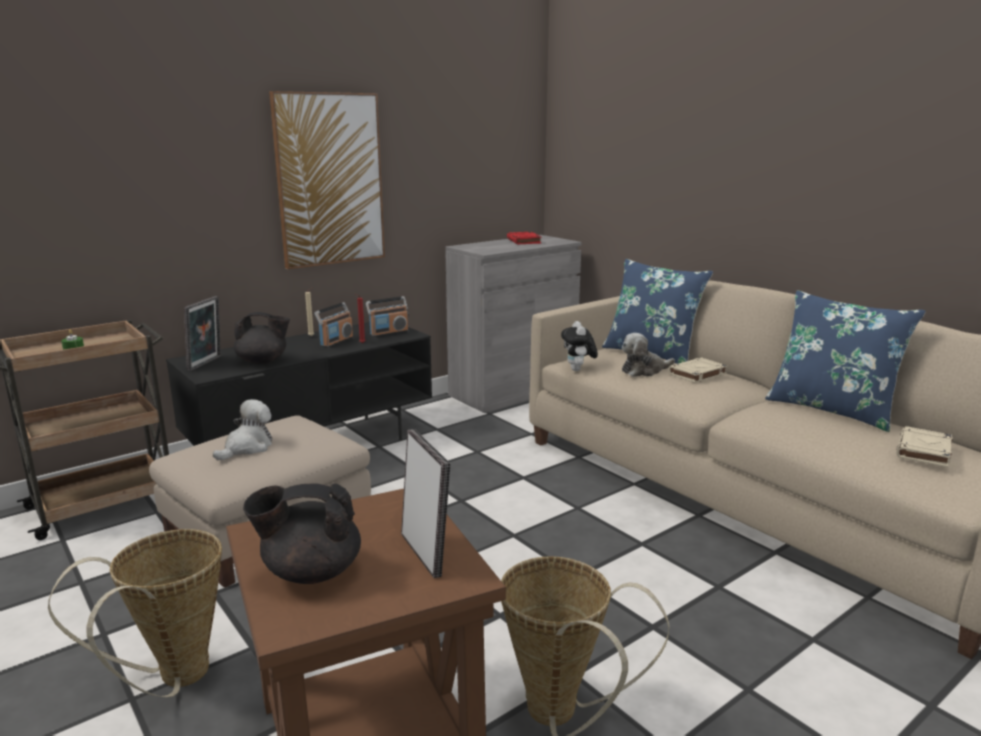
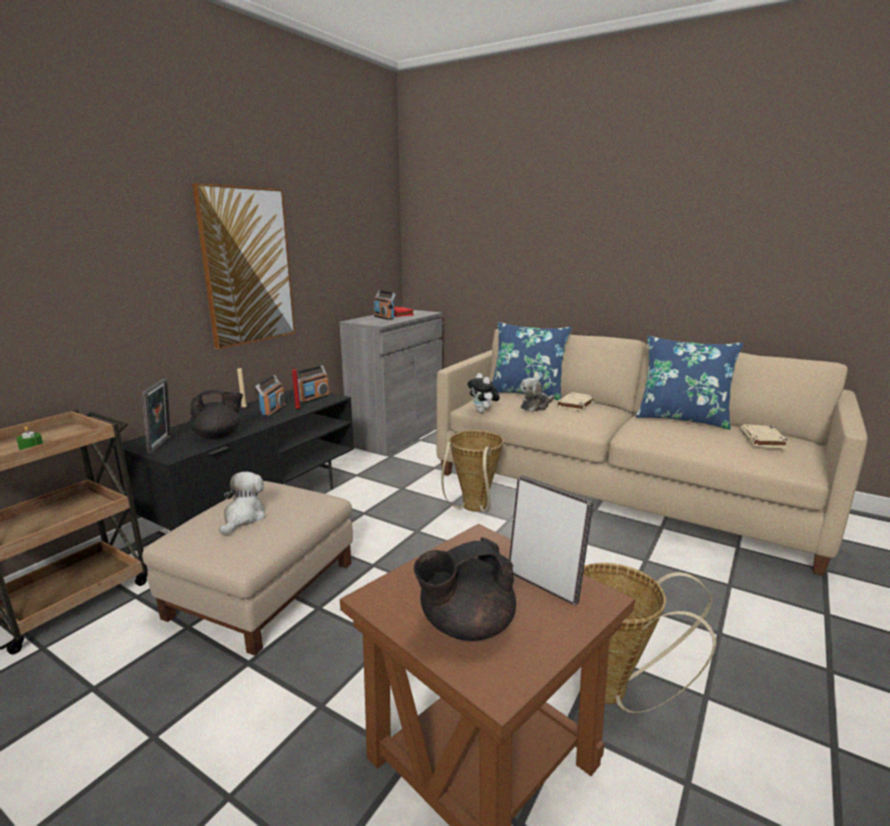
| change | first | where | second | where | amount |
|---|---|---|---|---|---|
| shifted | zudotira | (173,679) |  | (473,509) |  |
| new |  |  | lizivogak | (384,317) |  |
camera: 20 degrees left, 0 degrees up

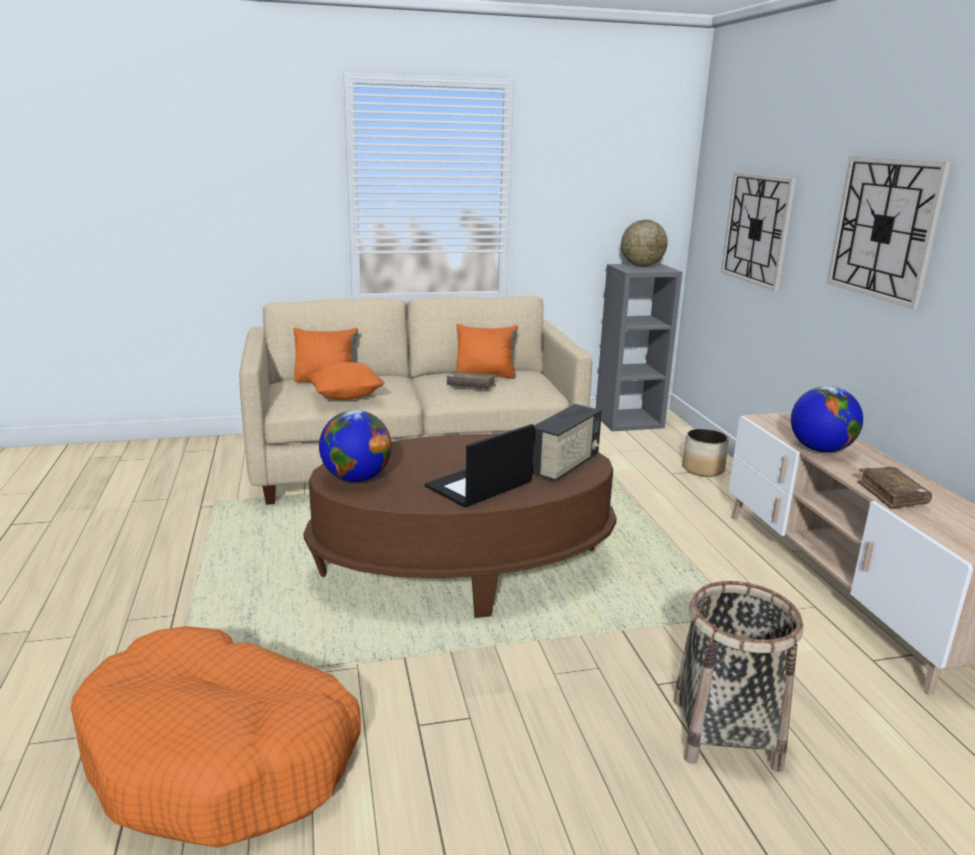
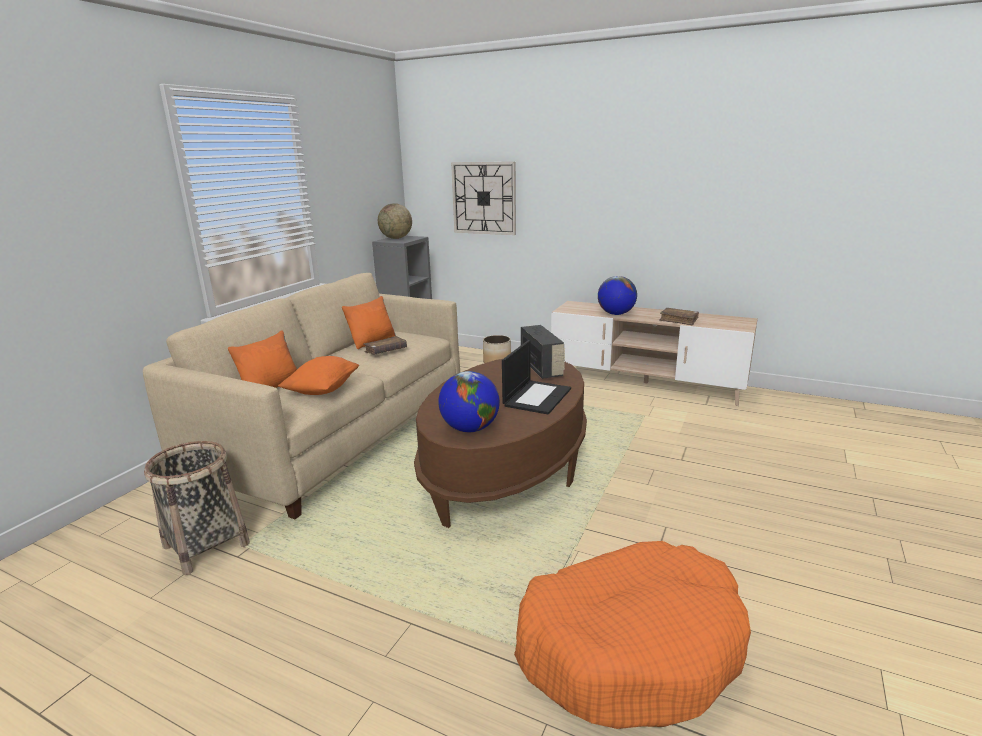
| change | first | where | second | where | amount |
|---|---|---|---|---|---|
| rotated | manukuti | (478,486) |  | (537,397) | 150 degrees counterclockwise |
| shifted | zudotira | (725,733) |  | (206,545) |  |
| gone | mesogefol | (884,229) |  |  |  |
camera: 50 degrees left, 0 degrees up

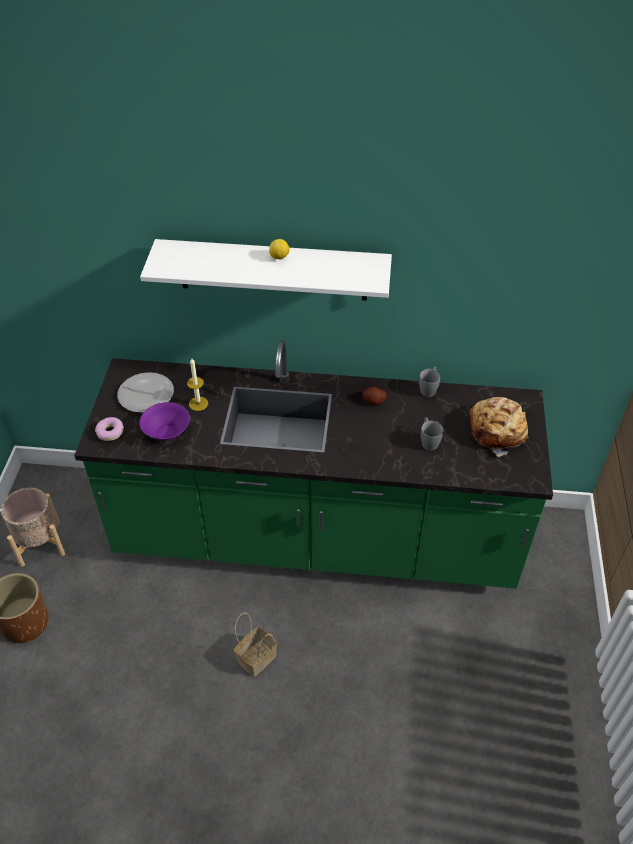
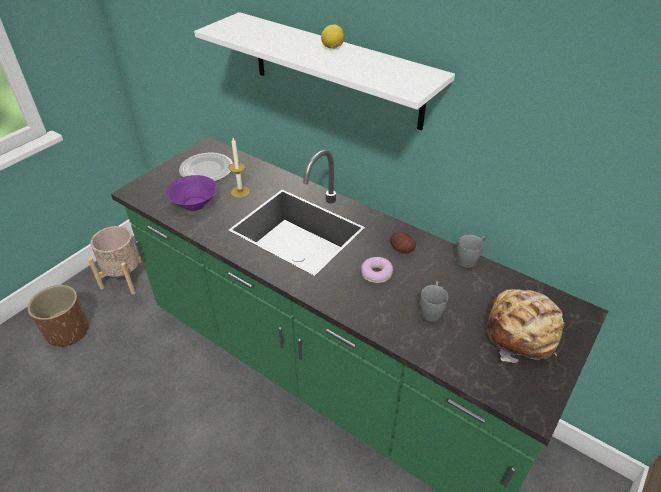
| change | first | where | second | where | amount |
|---|---|---|---|---|---|
| shifted | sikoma | (110,432) |  | (376,274) |  |
| gone | zudotira | (257,657) |  |  |  |
camera: 30 degrees right, 5 degrees down

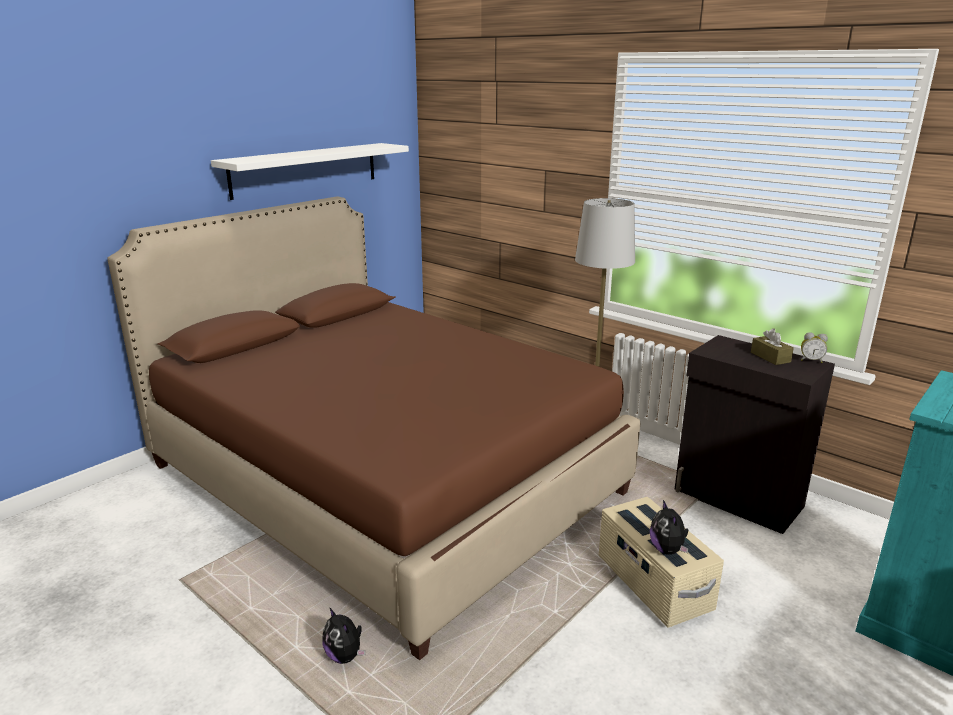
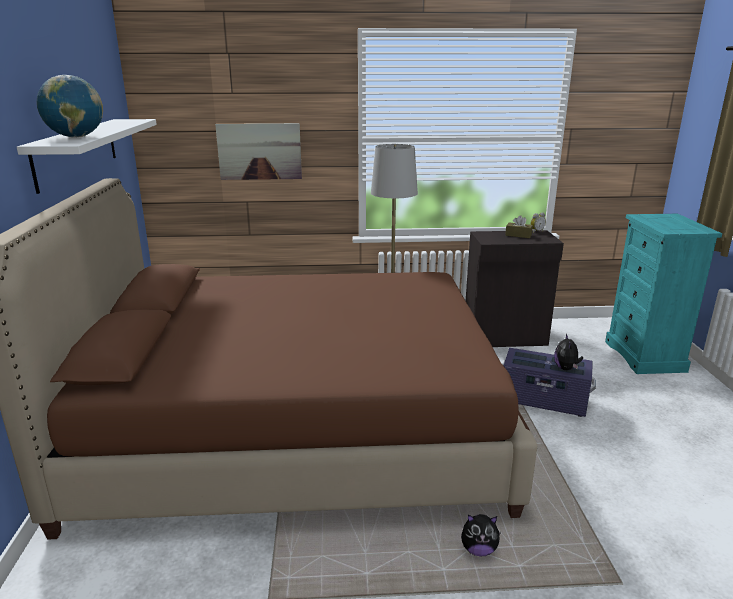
| change | first | where | second | where | amount |
|---|---|---|---|---|---|
| repainted | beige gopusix | (653,584) | purple gopusix | (543,400) |  |
| rotated | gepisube | (667,550) |  | (566,368) | 60 degrees clockwise |
| new |  |  | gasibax | (76,137) |  |
| new |  |  | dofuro | (259,151) |  |
camera: 45 degrees left, 0 degrees up

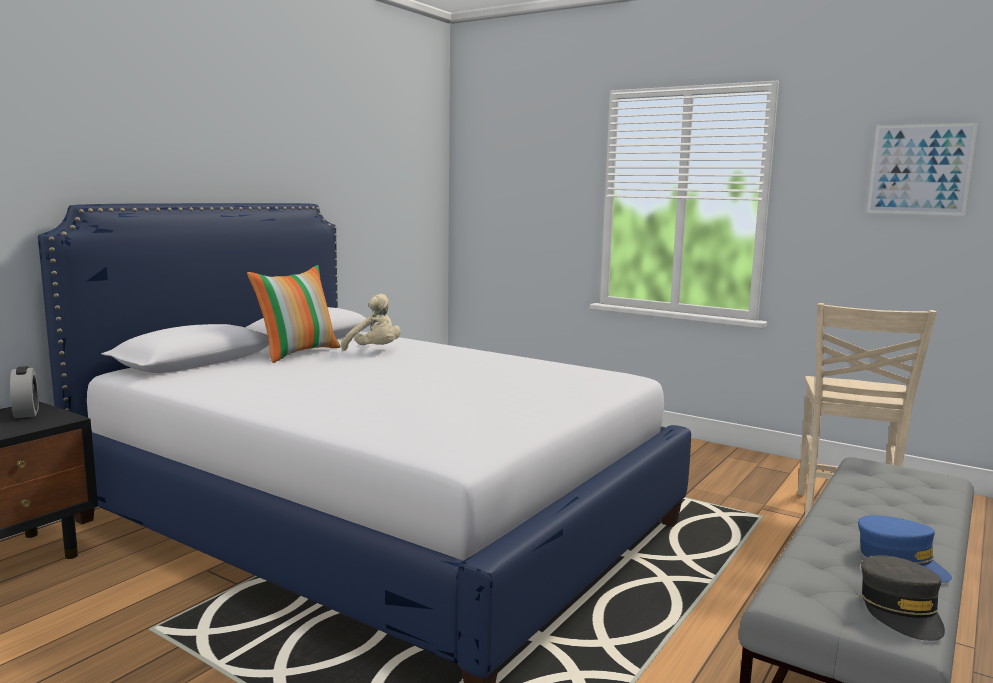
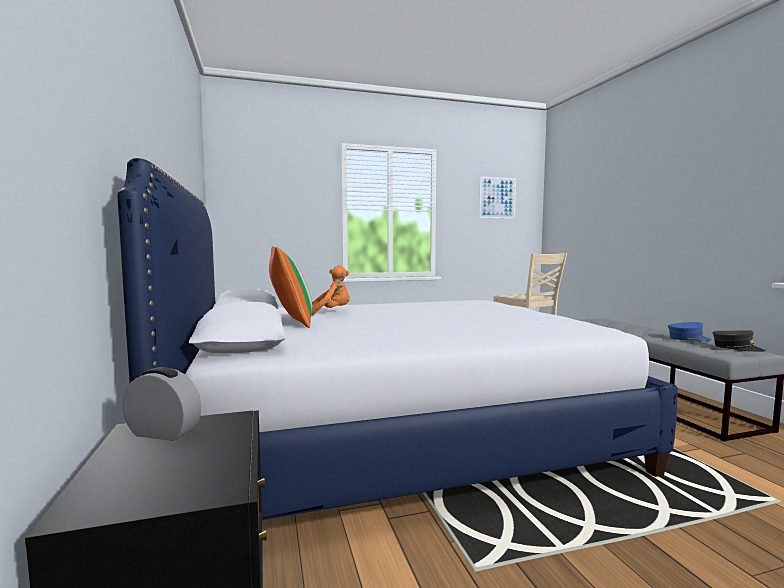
| change | first | where | second | where | amount |
|---|---|---|---|---|---|
| repainted | beige gepisube | (375,351) | orange gepisube | (331,312) |  |
camera: 50 degrees left, 5 degrees down

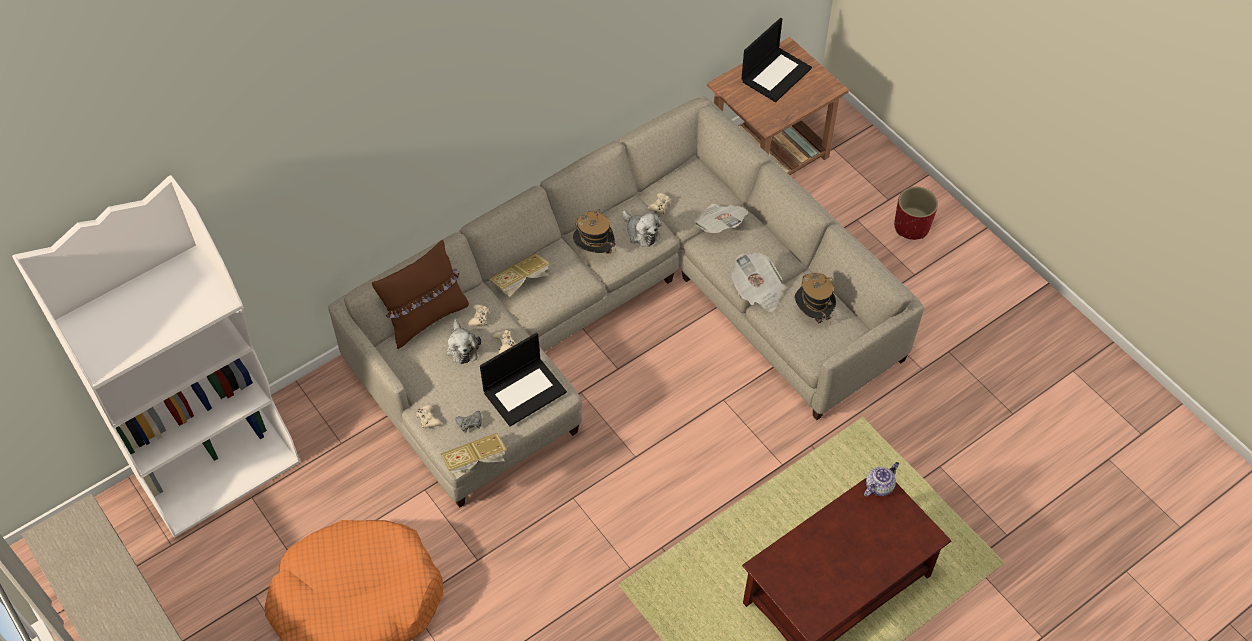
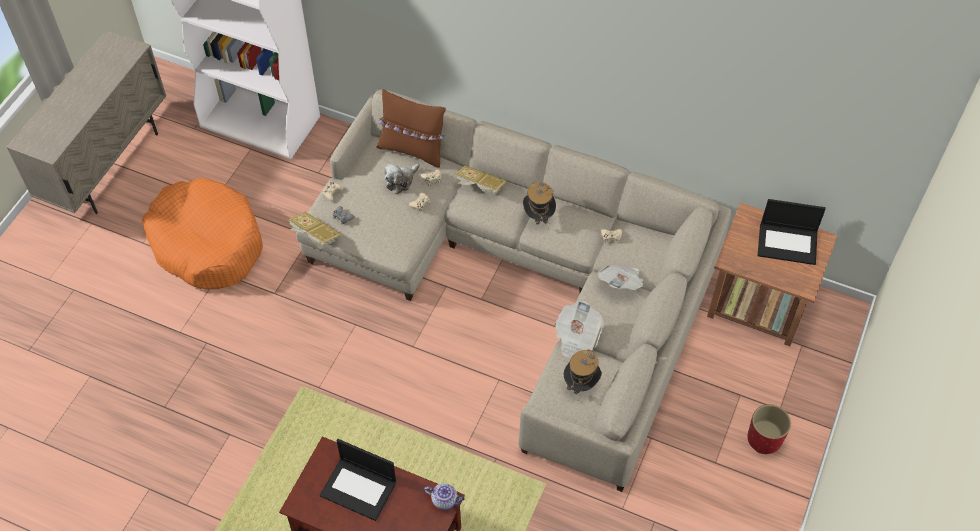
| change | first | where | second | where | amount |
|---|---|---|---|---|---|
| shifted | manukuti | (525,391) |  | (359,488) |  |
| gone | gepisube | (641,232) |  |  |  |
camera: 60 degrees right, 0 degrees up

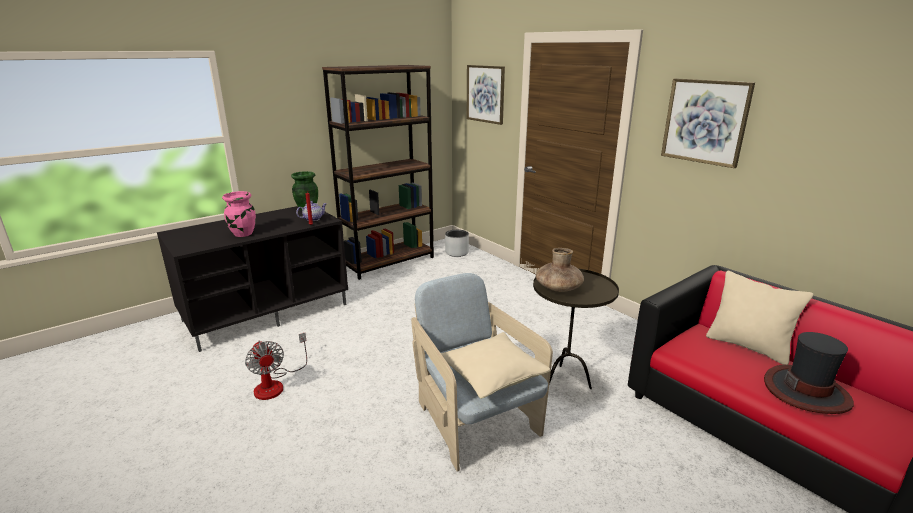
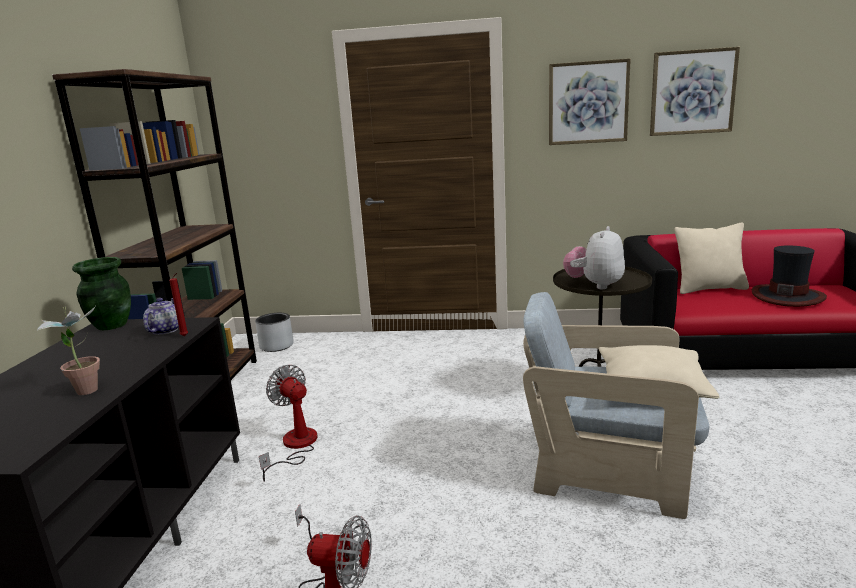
| change | first | where | second | where | amount |
|---|---|---|---|---|---|
| swapped | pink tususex | (243,234) | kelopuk | (85,388) |  |
| shifted | dofuro | (485,94) |  | (692,92) |  |
| swapped | brown tususex | (558,288) | gepisube | (595,285) |  |
| new |  |  | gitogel | (295,446) |  |
camera: 45 degrees left, 5 degrees down

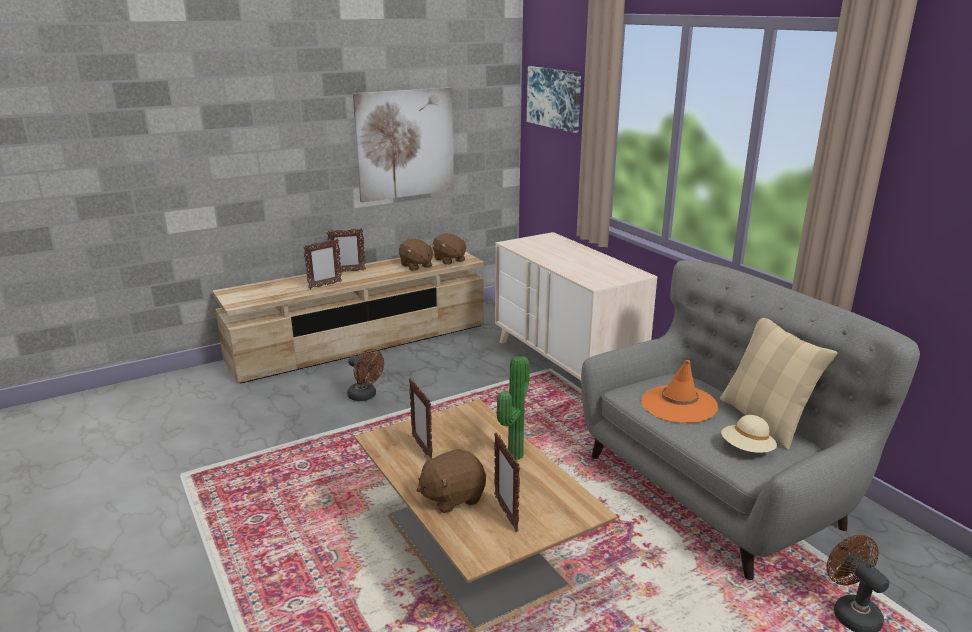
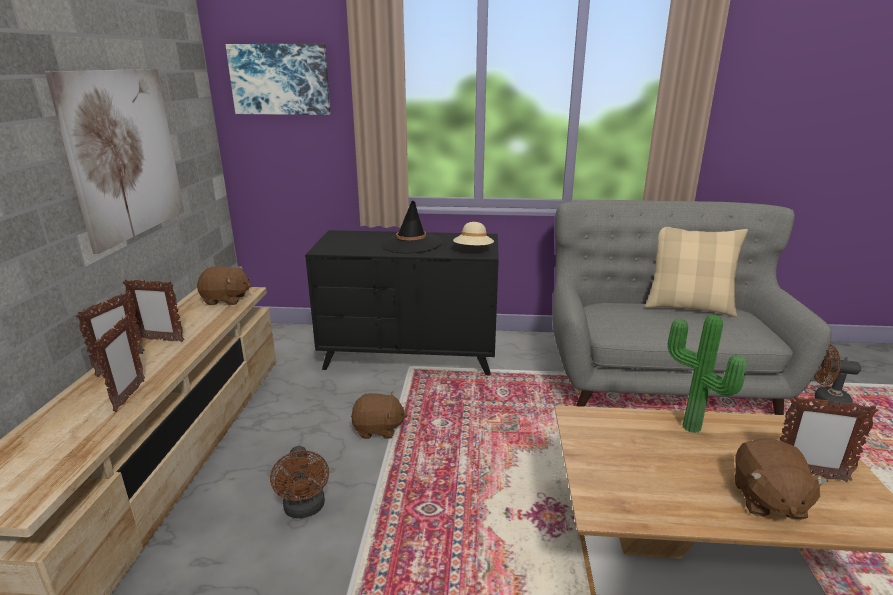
| change | first | where | second | where | amount |
|---|---|---|---|---|---|
| rotated | brown gitogel | (365,396) |  | (305,509) | 90 degrees clockwise |
| shifted | brown gepisube | (416,266) |  | (378,429) |  |
| shifted | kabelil | (422,448) |  | (161,340) |  |
| repainted | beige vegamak | (566,363) | black vegamak | (410,355) |  |
| gone | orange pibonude | (678,404) |  |  |  |
| shifted | beige pibonude | (746,450) |  | (473,250) |  |
| new |  |  | black pibonude | (411,244) |  |
camera: 55 degrees left, 0 degrees up

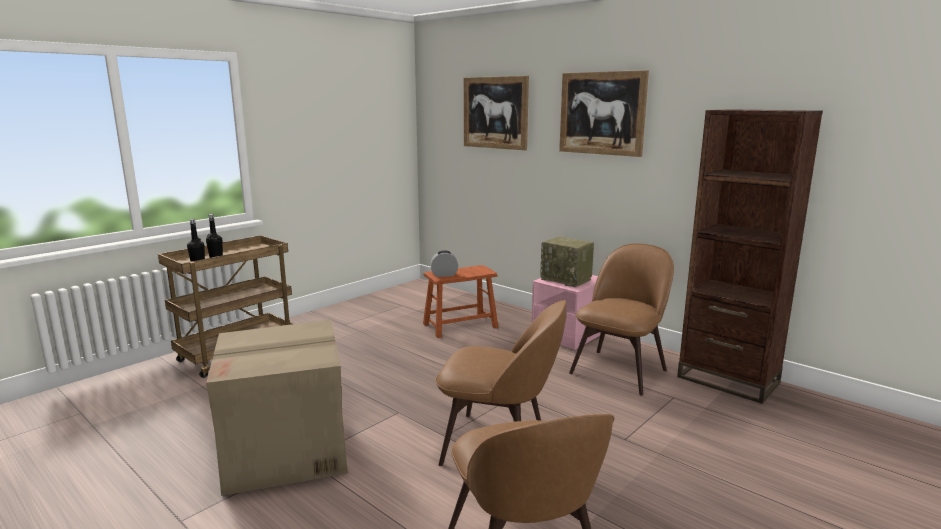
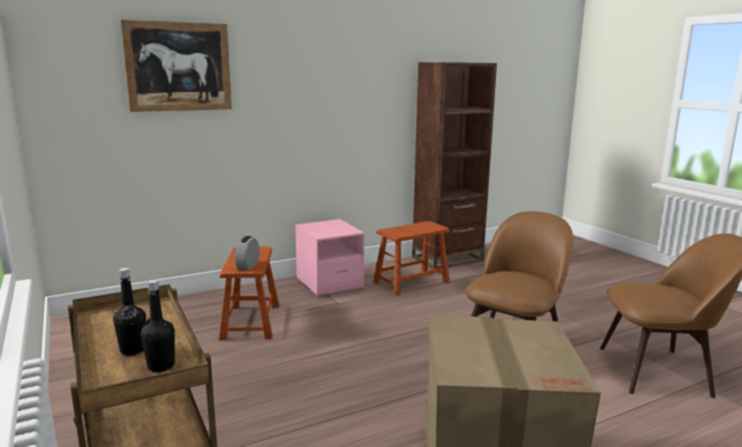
| change | first | where | second | where | amount |
|---|---|---|---|---|---|
| gone | lizivogak | (567,279) |  |  |  |
| gone | dofuro | (601,113) |  |  |  |
| swapped | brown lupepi | (620,370) | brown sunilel | (411,282) |  |
camera: 70 degrees left, 0 degrees up

